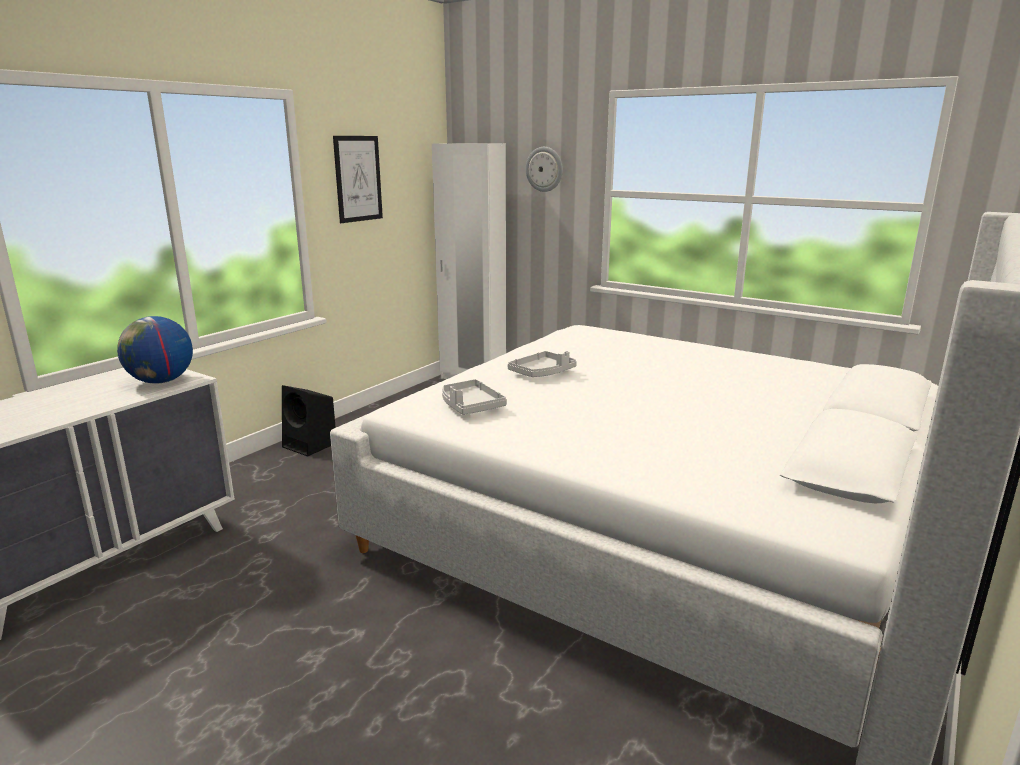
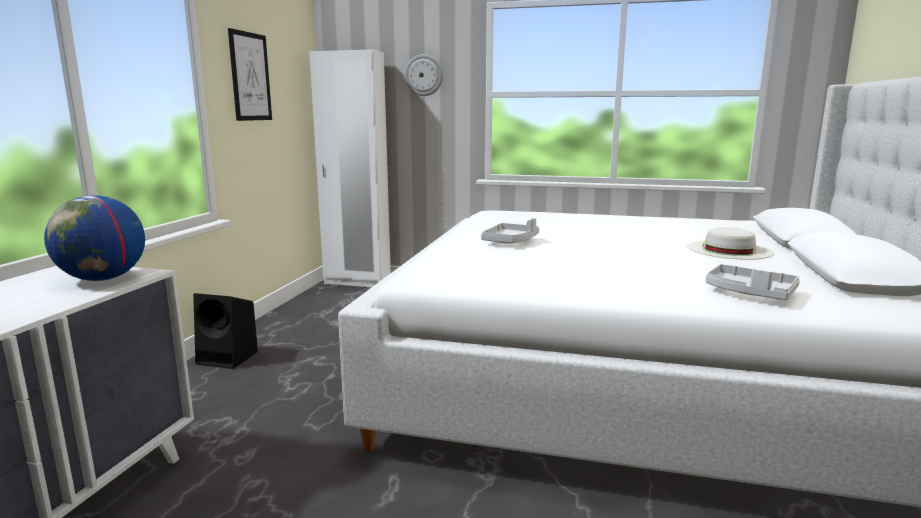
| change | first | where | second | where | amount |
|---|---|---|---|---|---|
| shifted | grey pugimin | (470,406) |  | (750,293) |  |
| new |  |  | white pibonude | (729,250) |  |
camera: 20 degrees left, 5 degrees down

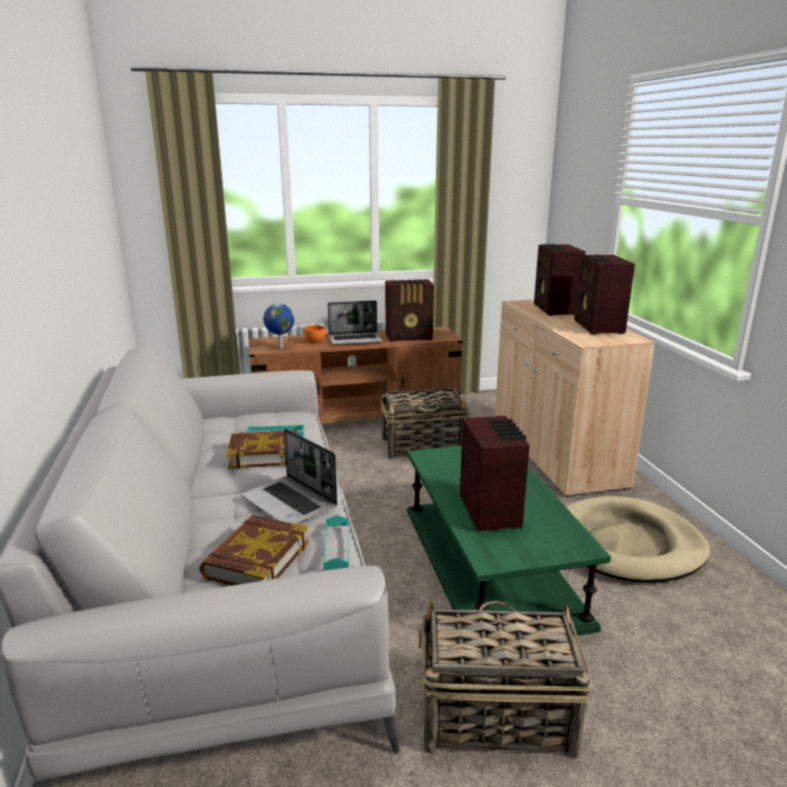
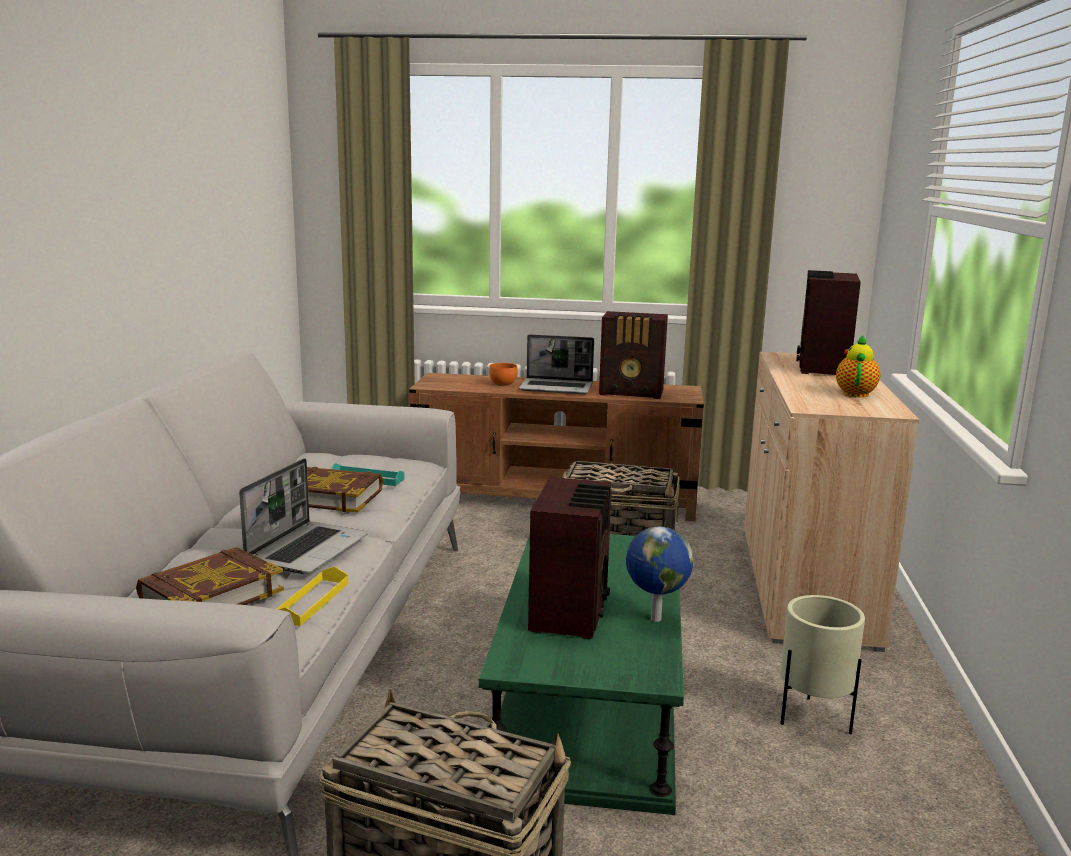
| change | first | where | second | where | amount |
|---|---|---|---|---|---|
| rotated | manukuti | (291,503) |  | (307,549) | 135 degrees counterclockwise |
| shifted | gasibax | (280,347) |  | (654,619) |  |
| repainted | turquoise pugimin | (336,546) | yellow pugimin | (311,601) |  |
| swapped | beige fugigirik | (627,544) | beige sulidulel | (813,719) |  |
| swapped | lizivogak | (597,327) | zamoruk | (855,393) |  |
camera: 20 degrees right, 5 degrees down

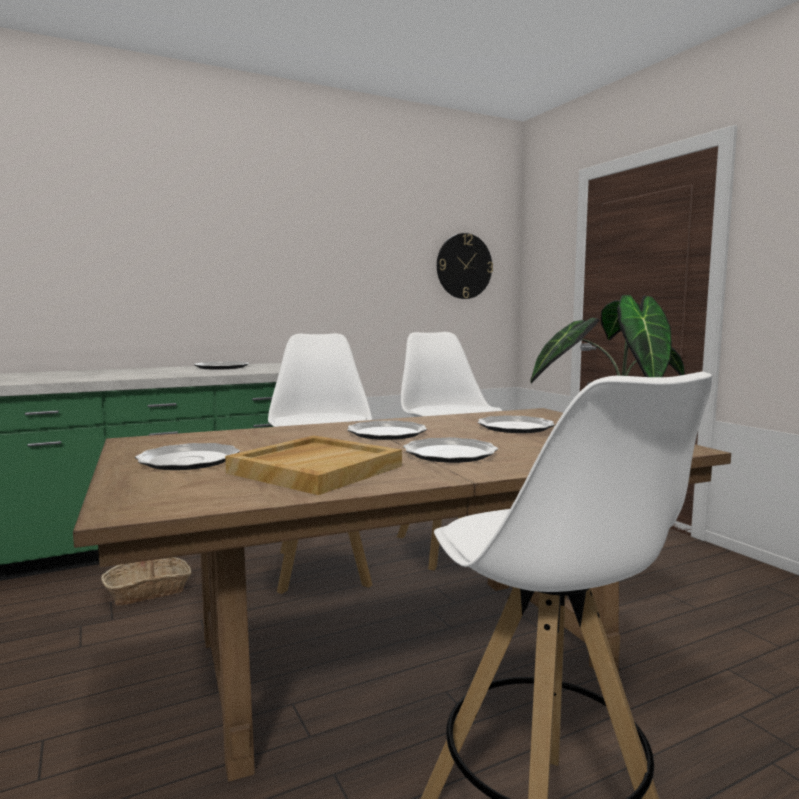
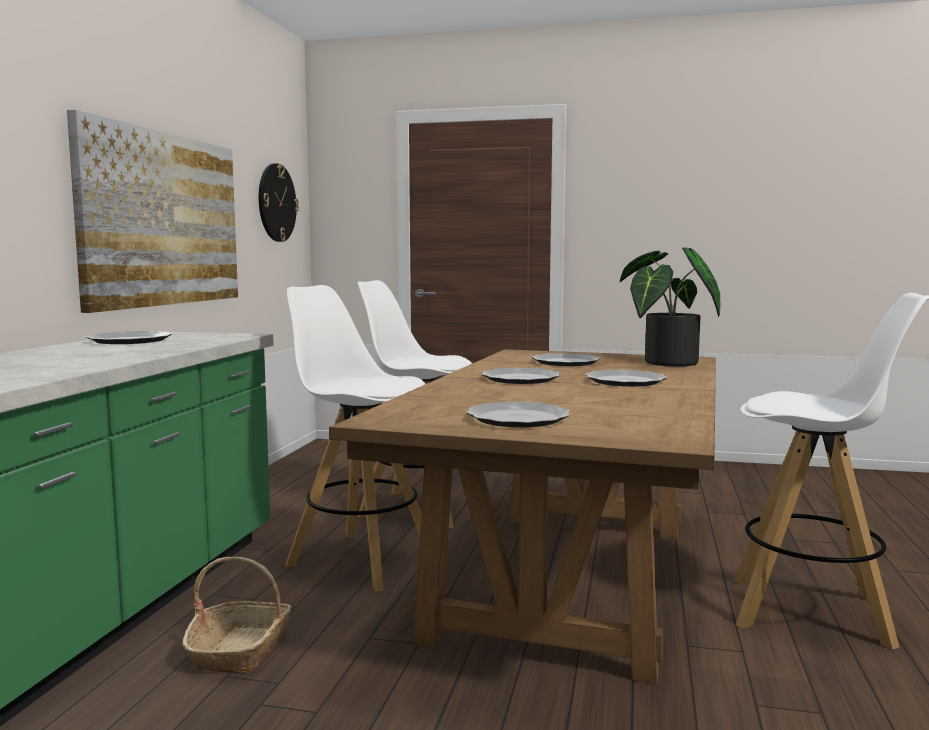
| change | first | where | second | where | amount |
|---|---|---|---|---|---|
| gone | beige pugimin | (315,469) |  |  |  |
| new |  |  | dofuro | (163,219) |  |
camera: 50 degrees left, 0 degrees up

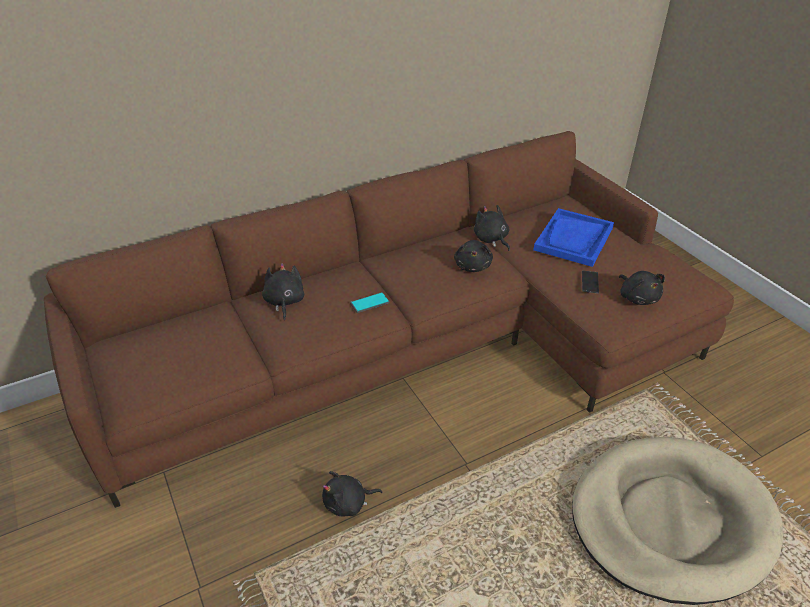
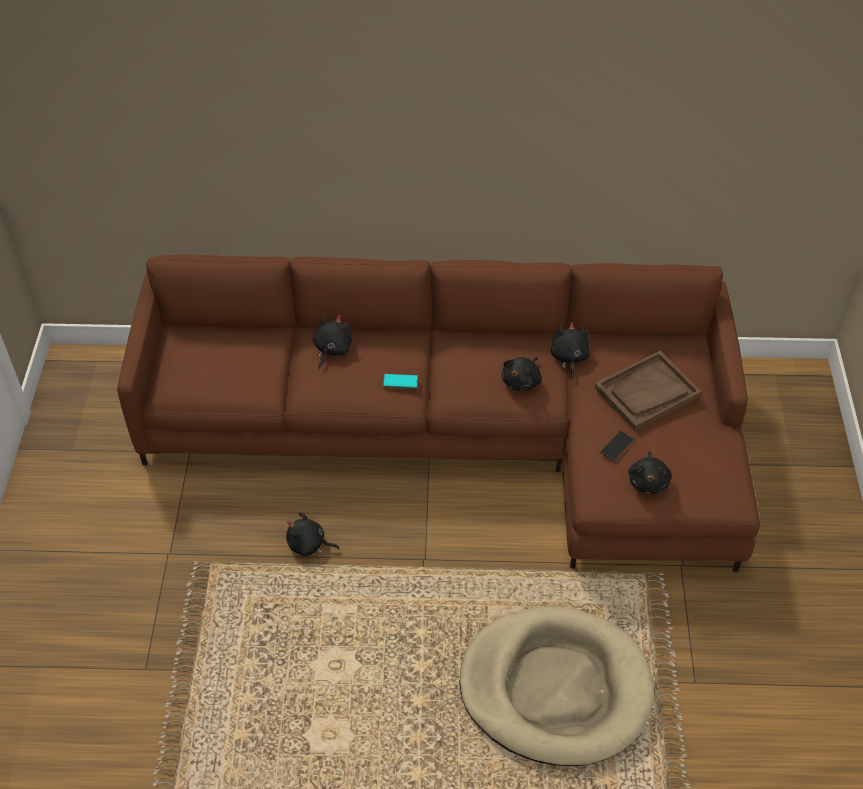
| change | first | where | second | where | amount |
|---|---|---|---|---|---|
| repainted | blue pugimin | (573,239) | brown pugimin | (647,392) |  |
camera: 30 degrees right, 10 degrees up

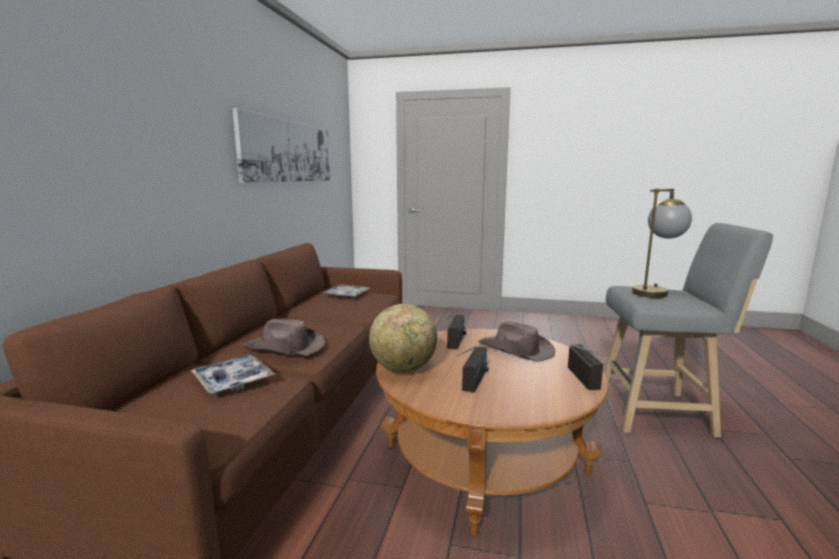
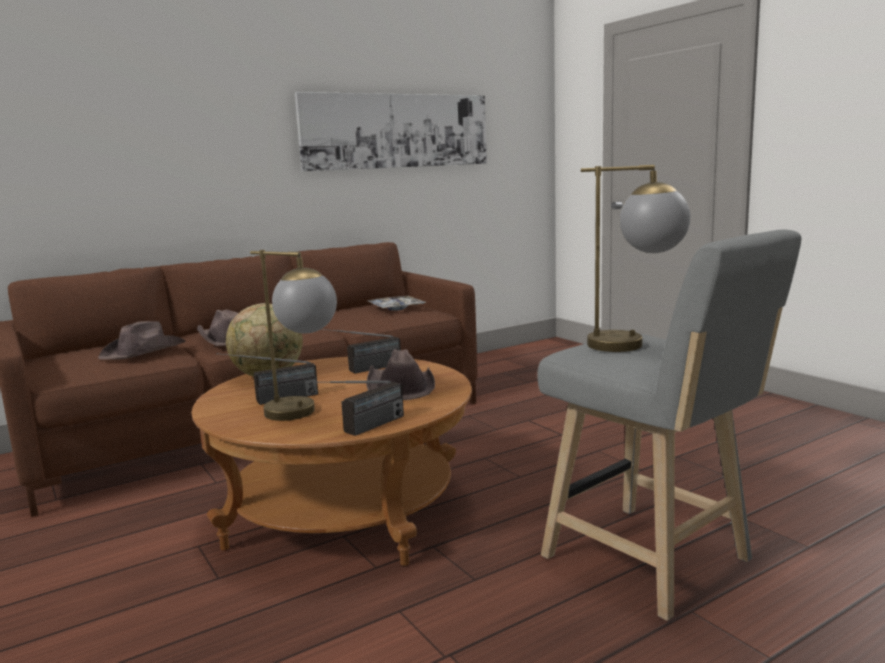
| change | first | where | second | where | amount |
|---|---|---|---|---|---|
| swapped | pugimin | (233,381) | brown pibonude | (144,351) |  |
| new |  |  | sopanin | (304,414) |  |
camera: 45 degrees right, 0 degrees up

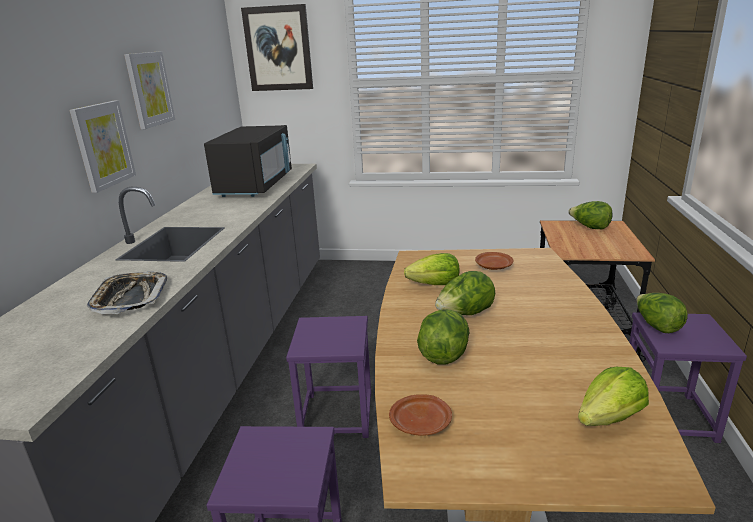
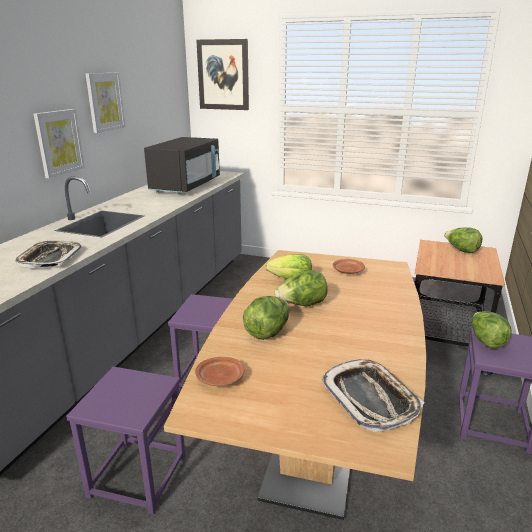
| change | first | where | second | where | amount |
|---|---|---|---|---|---|
| swapped | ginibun | (610,418) | pugimin | (370,399) |  |
camera: 10 degrees right, 0 degrees up

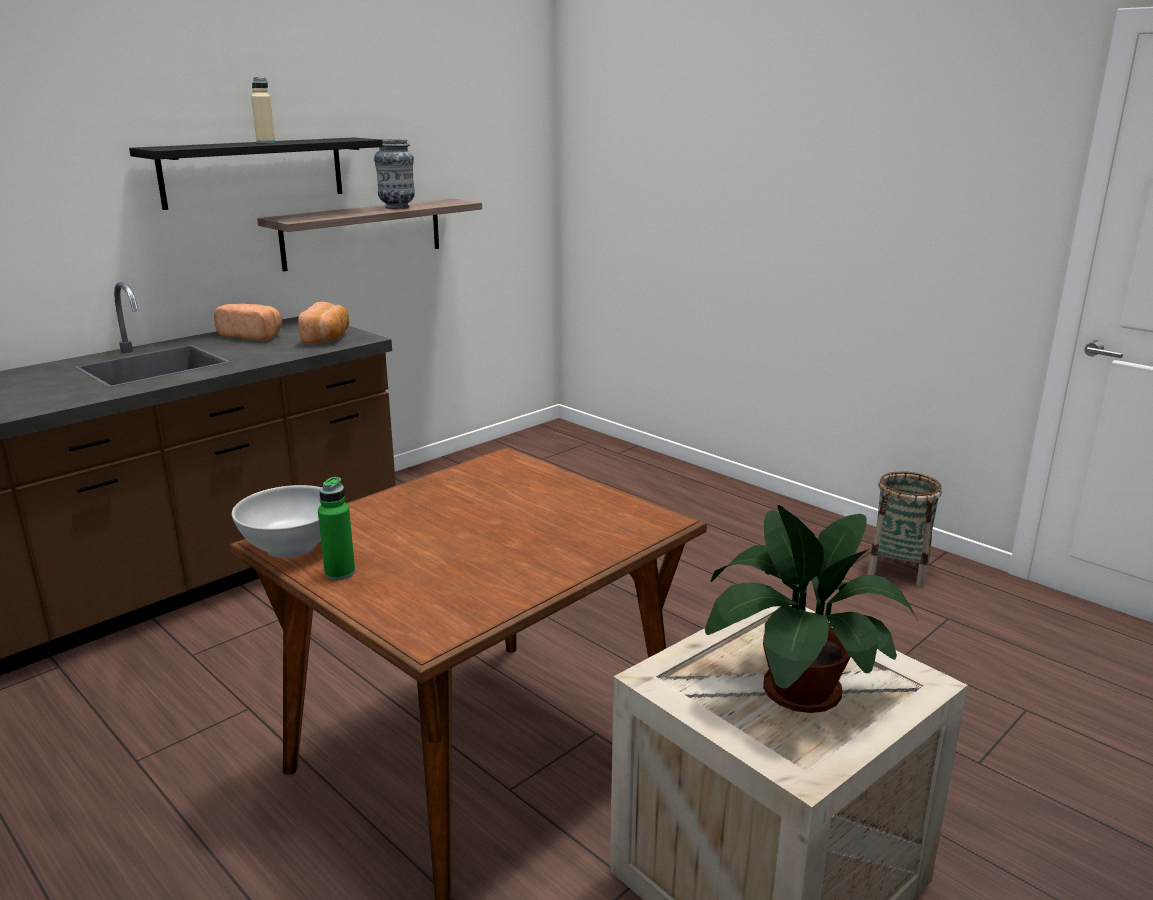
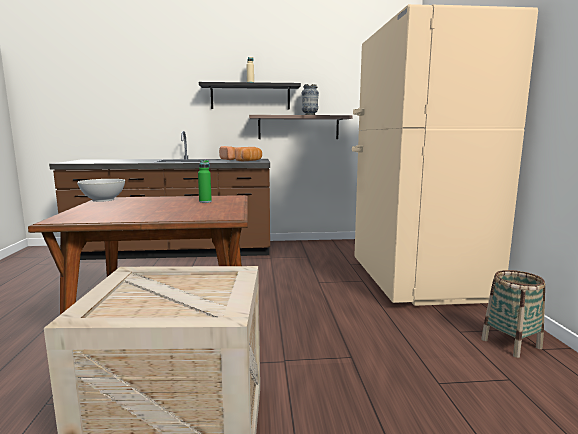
| change | first | where | second | where | amount |
|---|---|---|---|---|---|
| shifted | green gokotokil | (340,573) |  | (205,201) |  |
| gone | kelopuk | (794,689) |  |  |  |
| new |  |  | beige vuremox | (417,281) |  |
camera: 40 degrees right, 10 degrees down

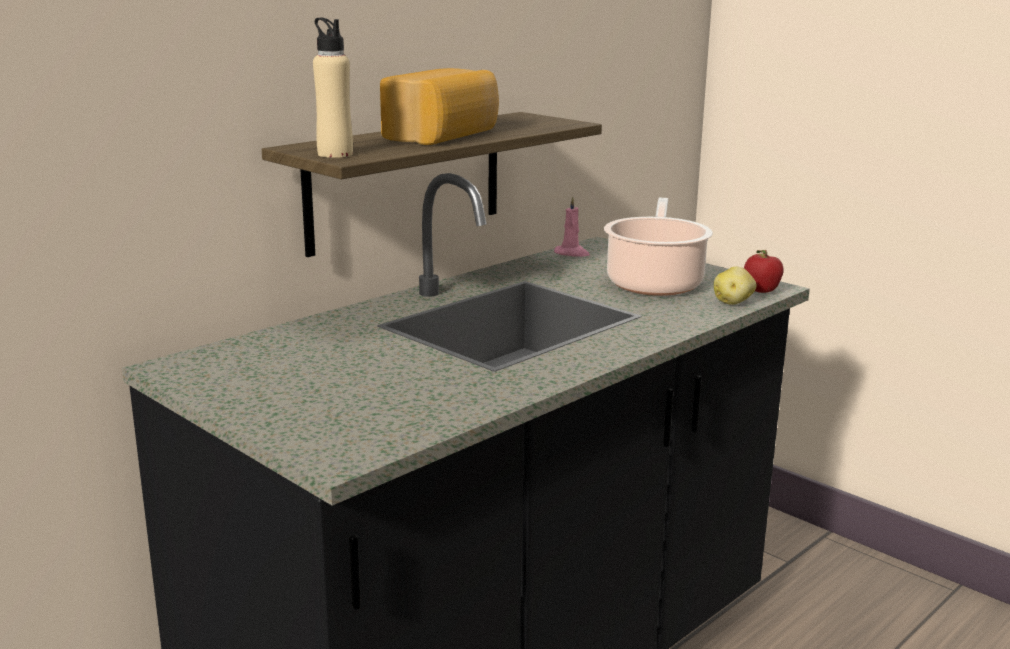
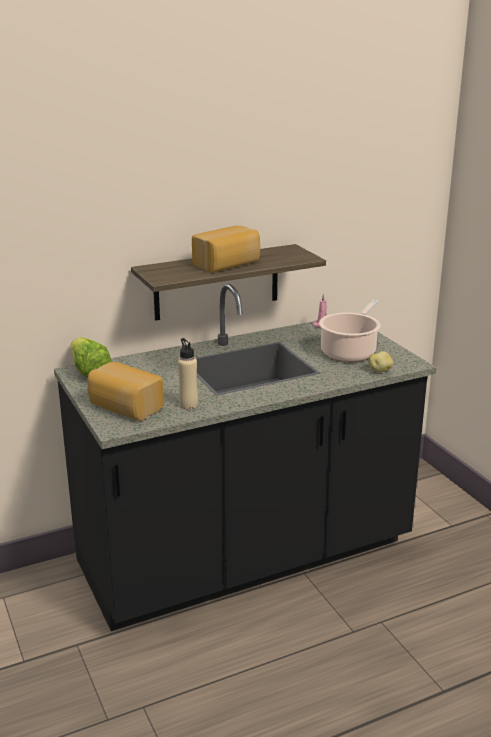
| change | first | where | second | where | amount |
|---|---|---|---|---|---|
| shifted | beige gokotokil | (335,154) |  | (188,404) |  |
| gone | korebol | (760,292) |  |  |  |
| new |  |  | ginibun | (89,372) |  |
| new |  |  | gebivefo | (124,407) |  |
camera: 20 degrees right, 5 degrees up

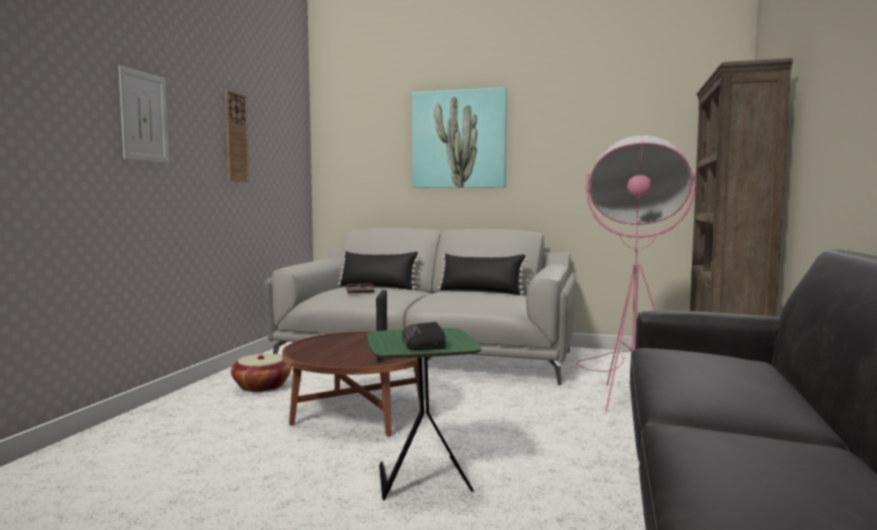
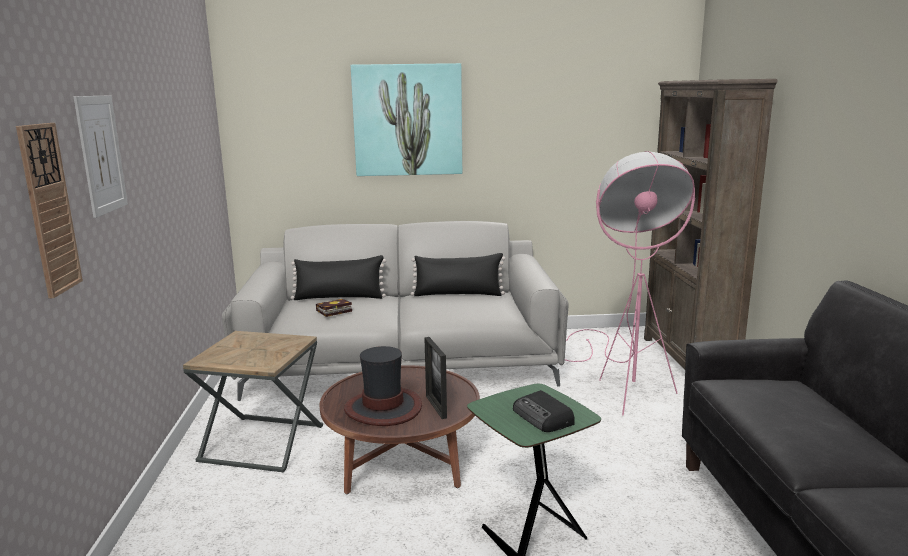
| change | first | where | second | where | amount |
|---|---|---|---|---|---|
| shifted | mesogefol | (236,137) |  | (49,209) |  |
| swapped | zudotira | (262,386) | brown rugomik | (263,443) |  |
| new |  |  | pibonude | (383,408) |  |
camera: 20 degrees left, 10 degrees up

